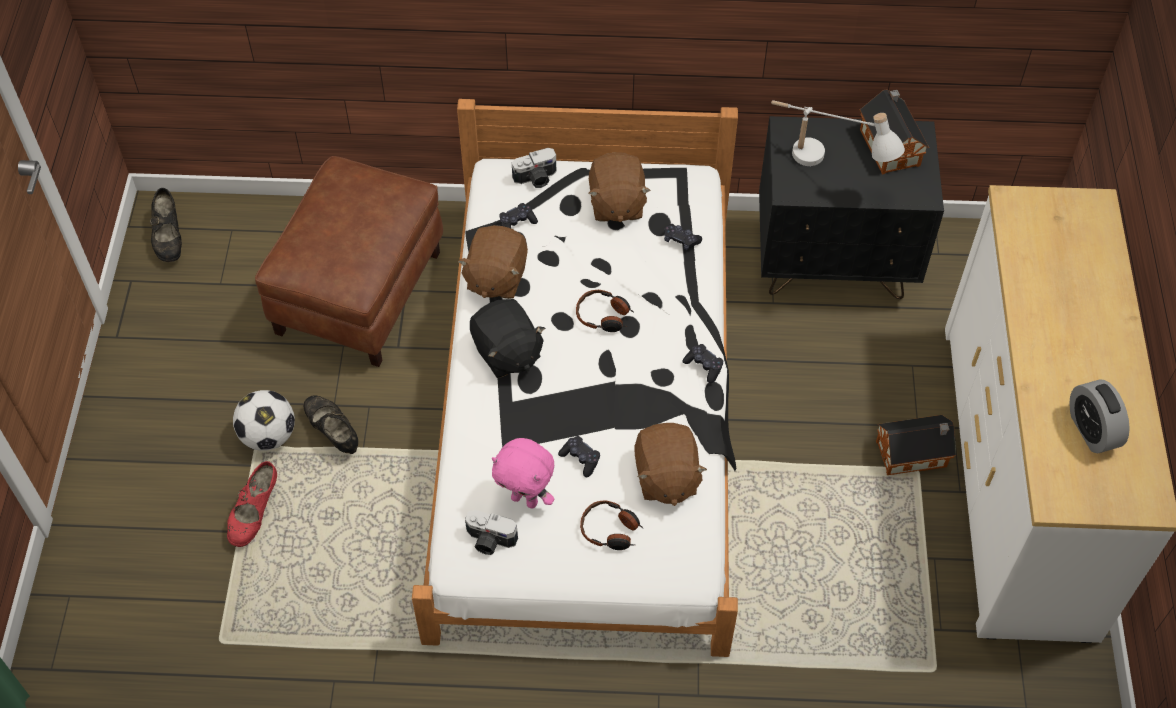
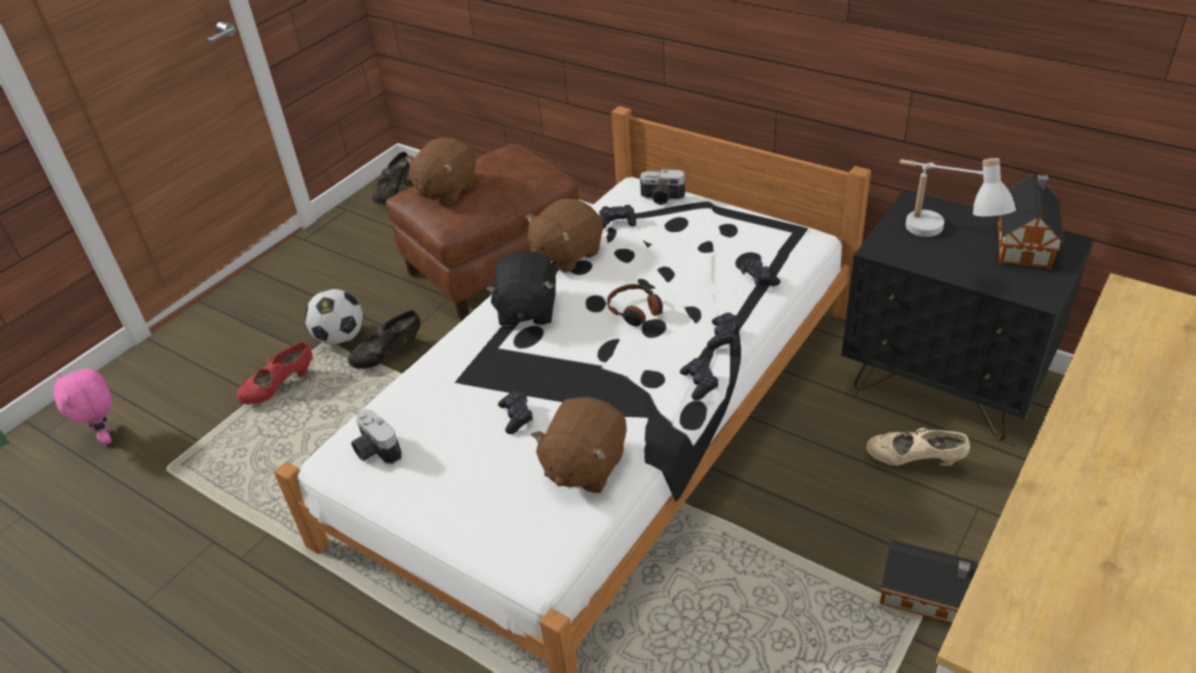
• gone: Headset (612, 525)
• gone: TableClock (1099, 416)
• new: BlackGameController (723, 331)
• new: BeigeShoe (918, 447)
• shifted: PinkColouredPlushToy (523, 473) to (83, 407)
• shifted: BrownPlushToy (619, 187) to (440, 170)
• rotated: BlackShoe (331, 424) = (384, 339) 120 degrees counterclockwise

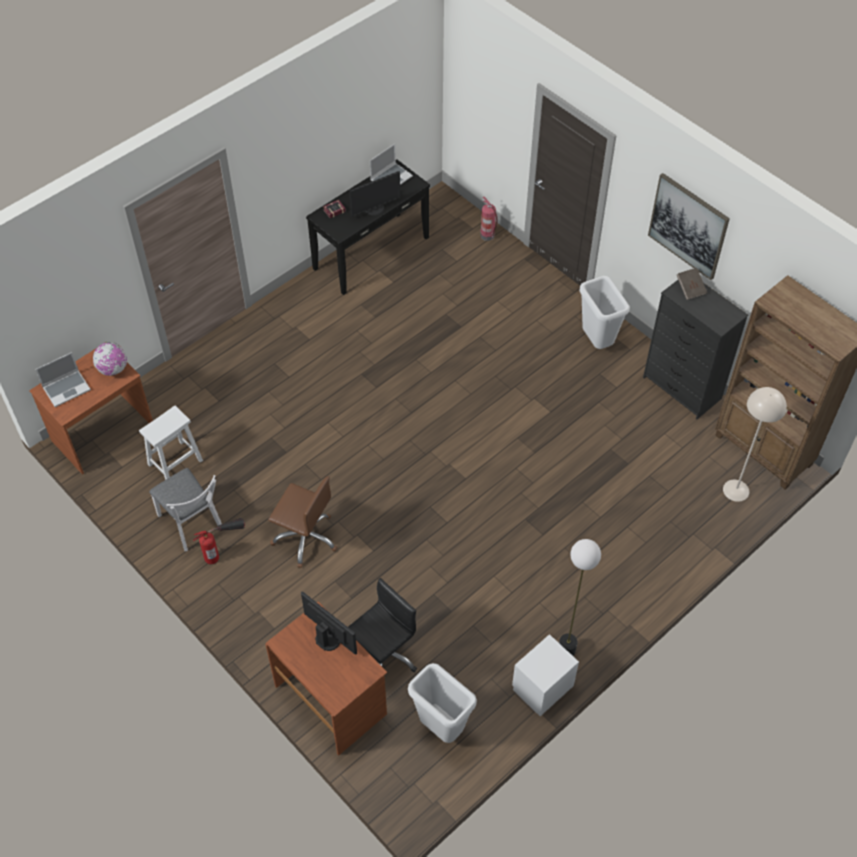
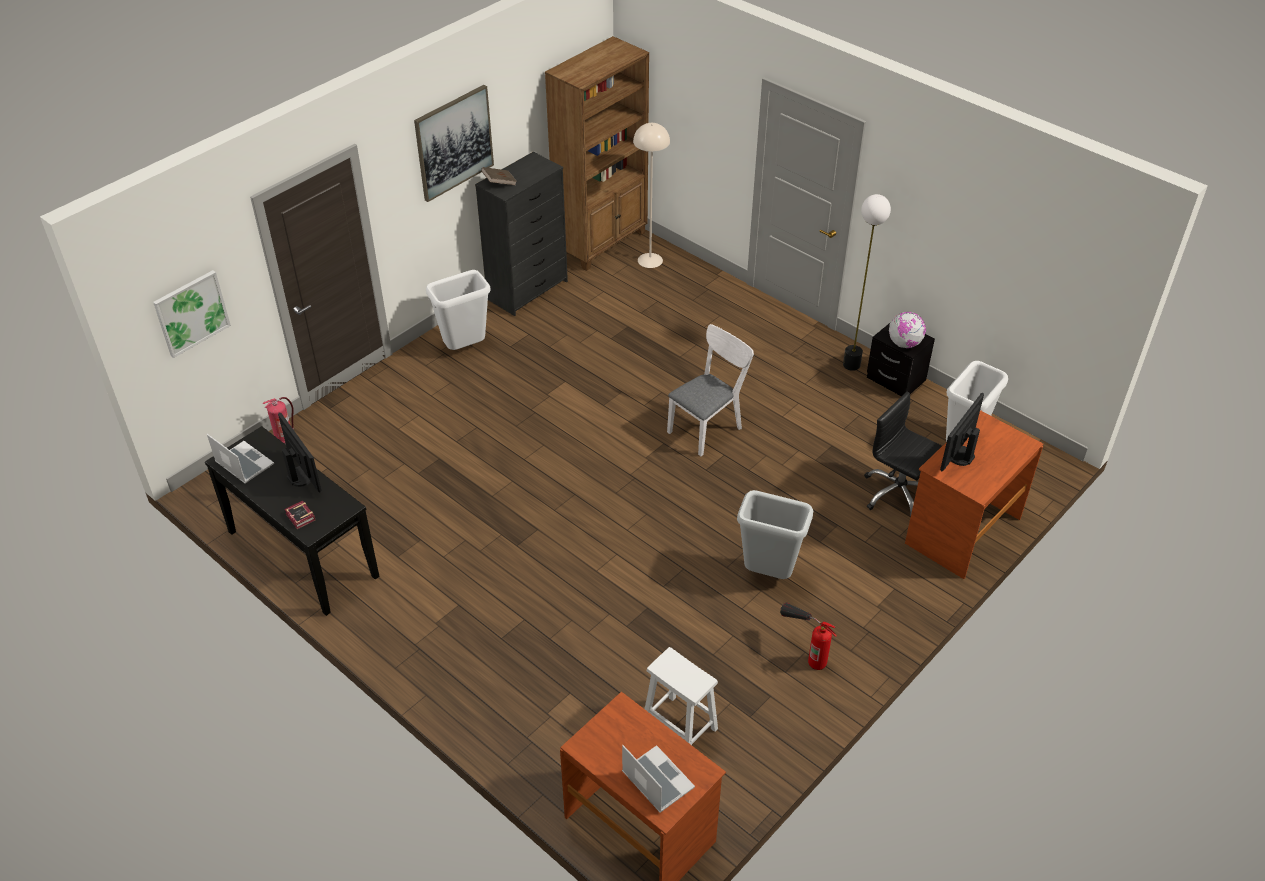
• new: Picture (192, 314)
• shifted: Globe (110, 359) to (907, 330)
• shifted: WhitishUprightChair (185, 509) to (710, 390)
• swapped: BrownOfficeChair (302, 522) to GreyishRubbishBin (775, 534)
• repainted: WhitishBedsideTable (545, 675) to BlackBedsideTable (901, 359)

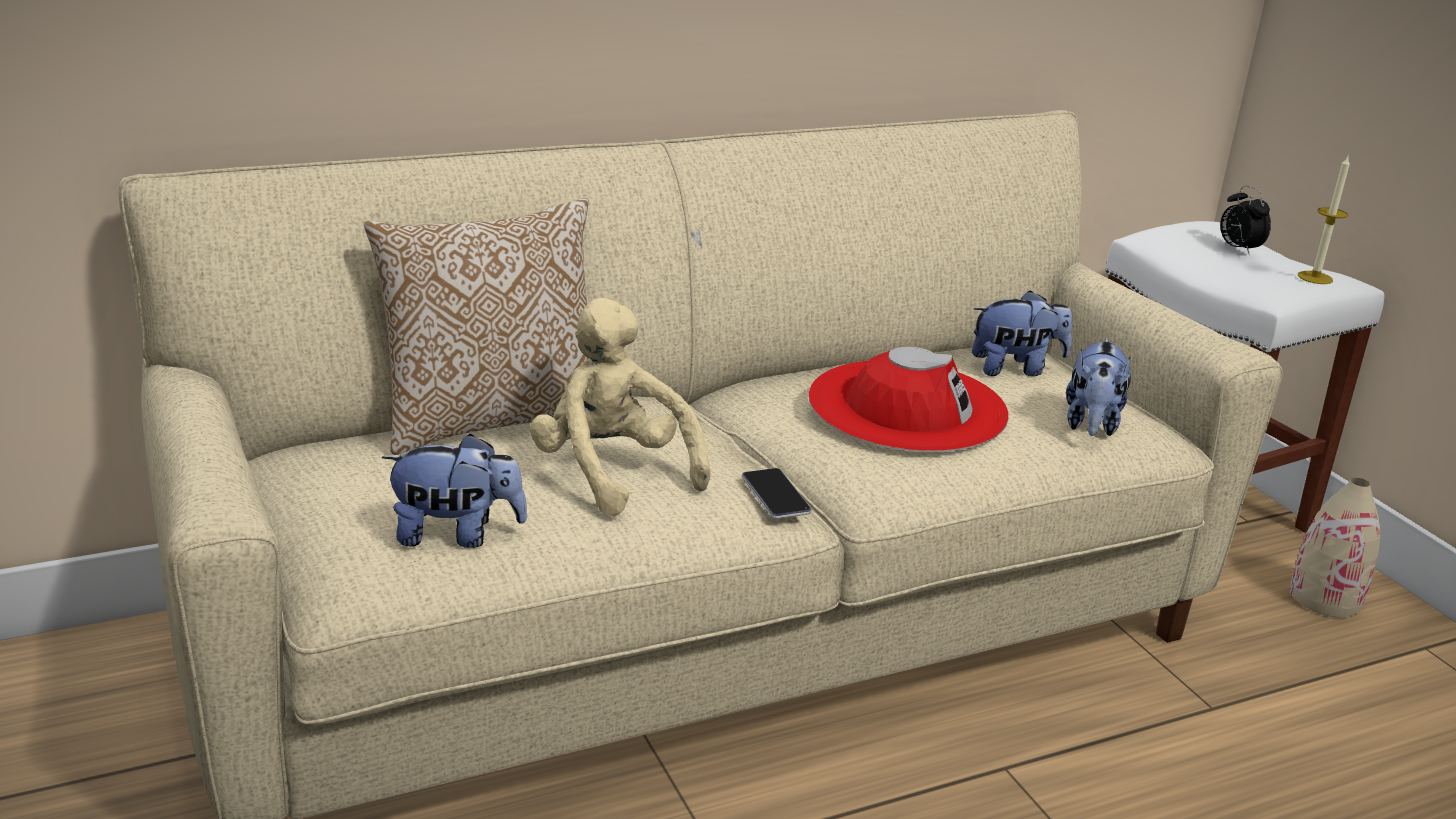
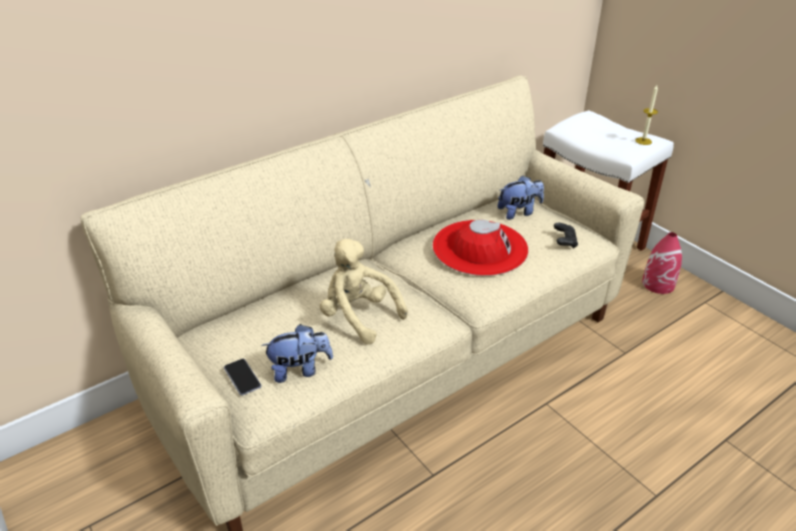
• gone: ThrowPillow (476, 326)
• gone: TableClock (1245, 220)
• shifted: Telephone (777, 493) to (243, 377)
• swapped: PlushToy (1098, 387) to BlackGameController (566, 236)
• repainted: BeigeFlowerVase (1335, 547) to RedFlowerVase (662, 263)

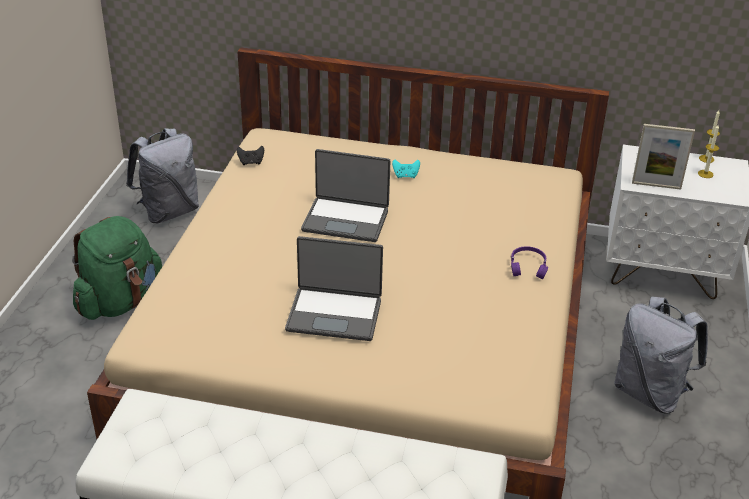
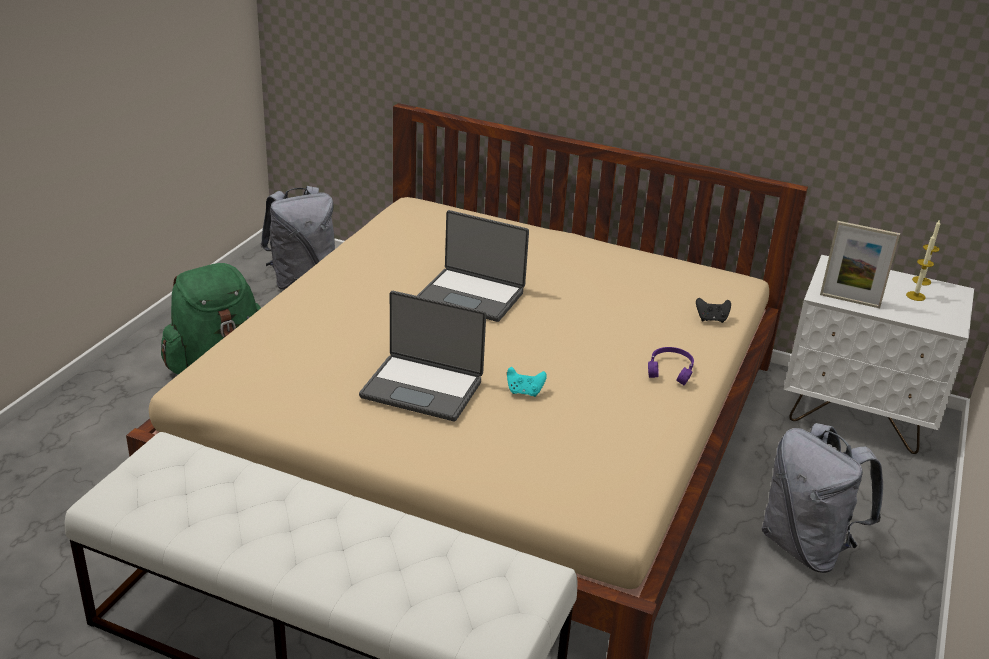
• shifted: BlackGameController (250, 155) to (713, 310)
• shifted: TurquoiseColouredGameController (406, 169) to (527, 382)

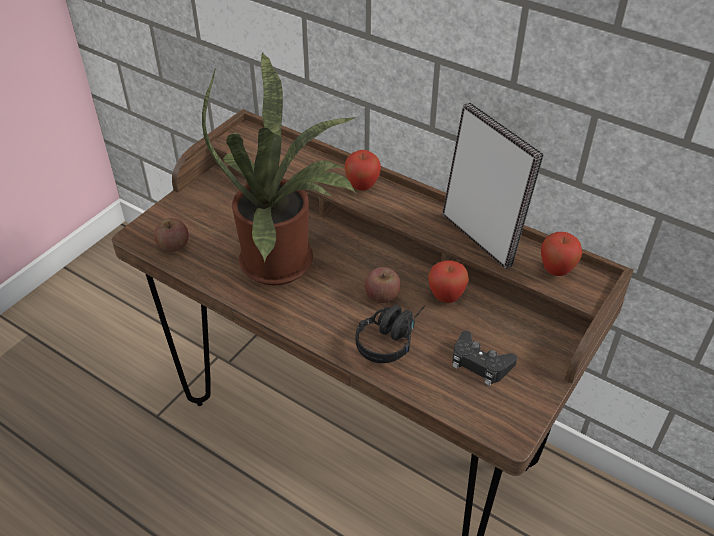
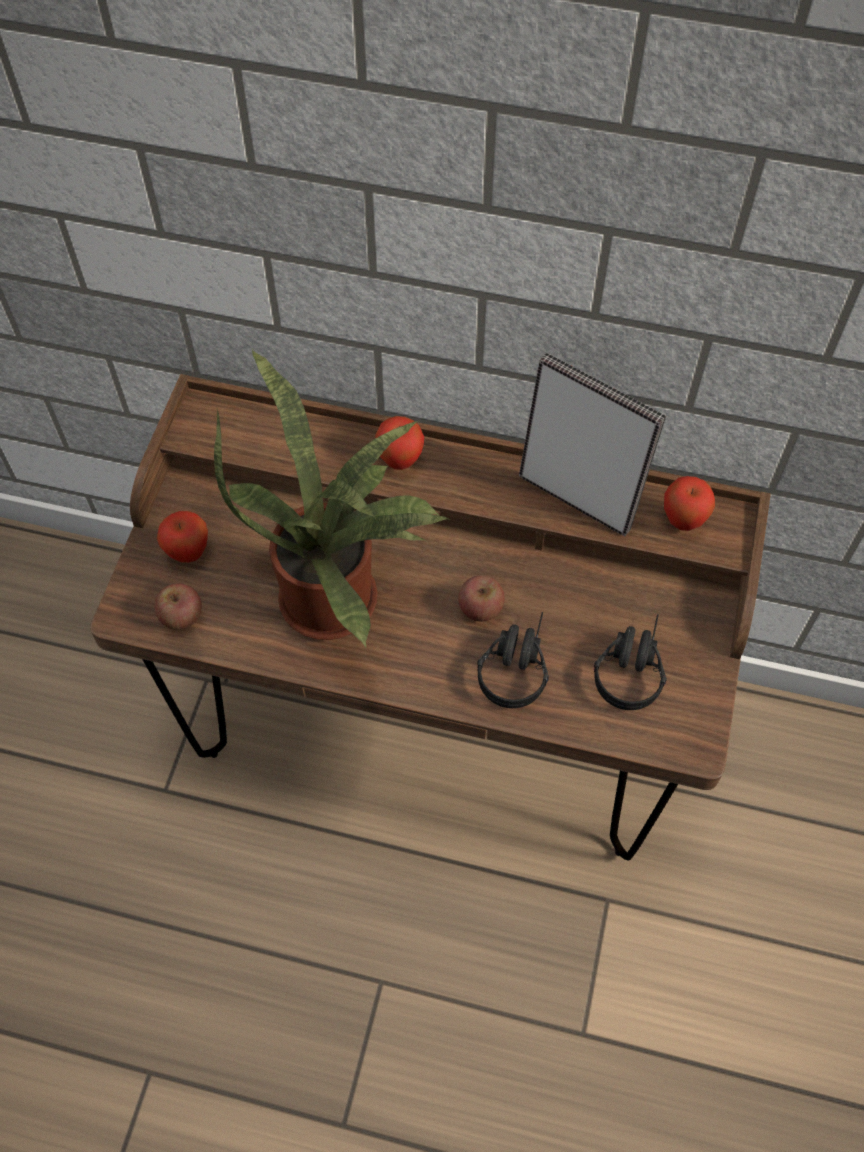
• shifted: Apple (448, 281) to (182, 537)
• swapped: BlackGameController (484, 358) to BlackHeadset (630, 662)

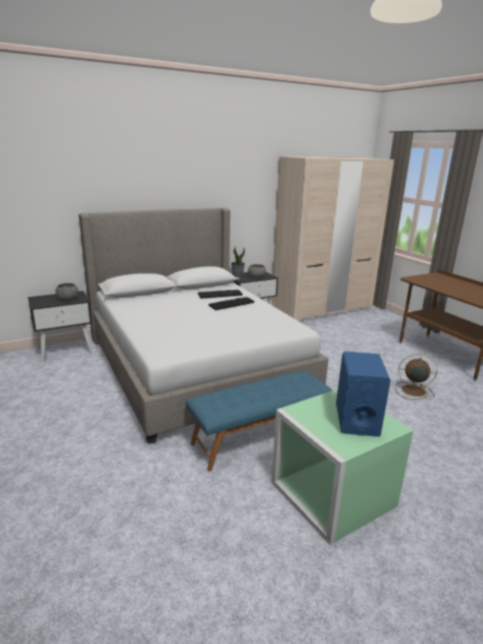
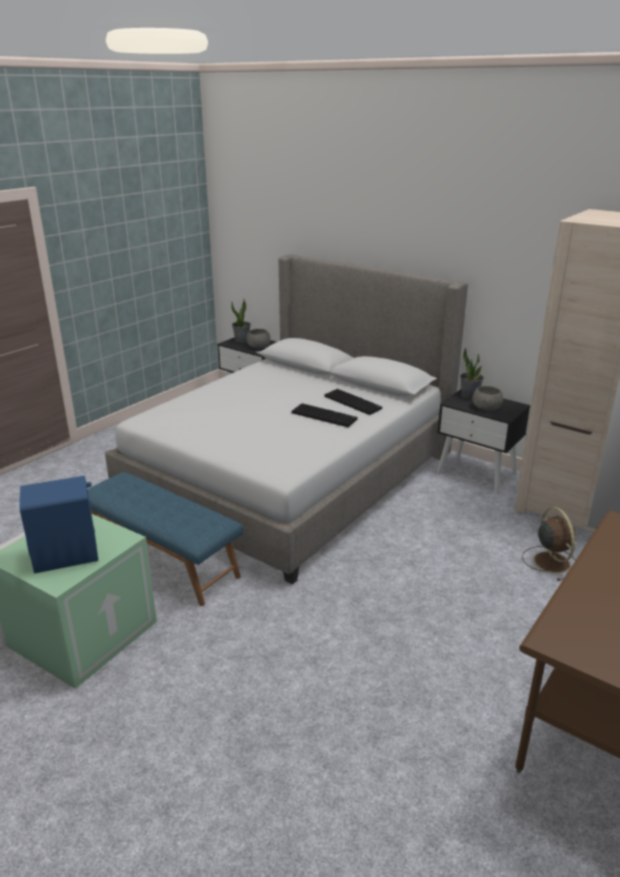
• new: Houseplant (241, 321)
• shifted: BrownFan (416, 377) to (549, 544)

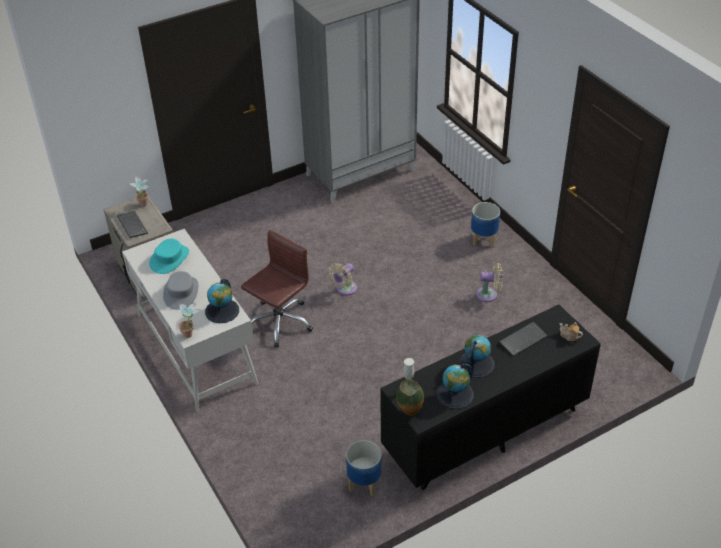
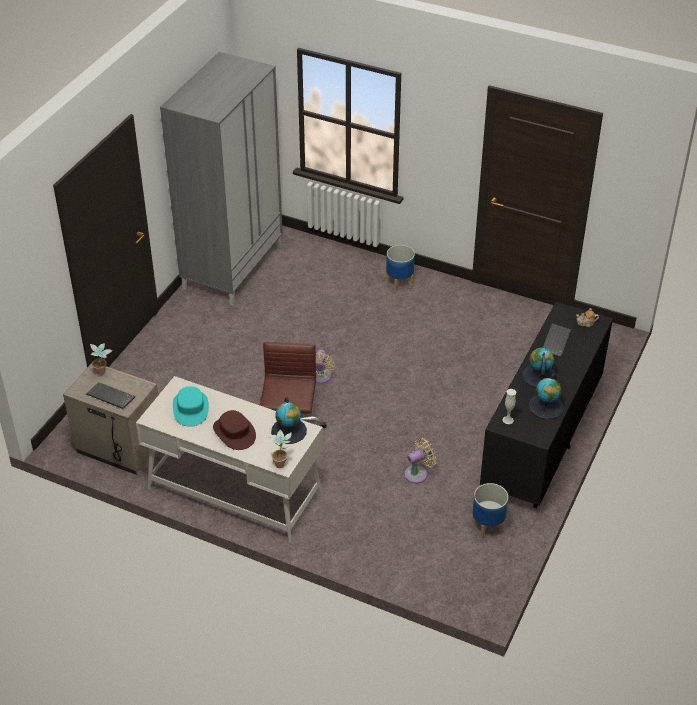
• gone: FlowerVase (410, 398)
• shifted: BeigeFan (489, 282) to (420, 461)
• repainted: GreyishWearableHat (180, 290) to BrownWearableHat (234, 430)

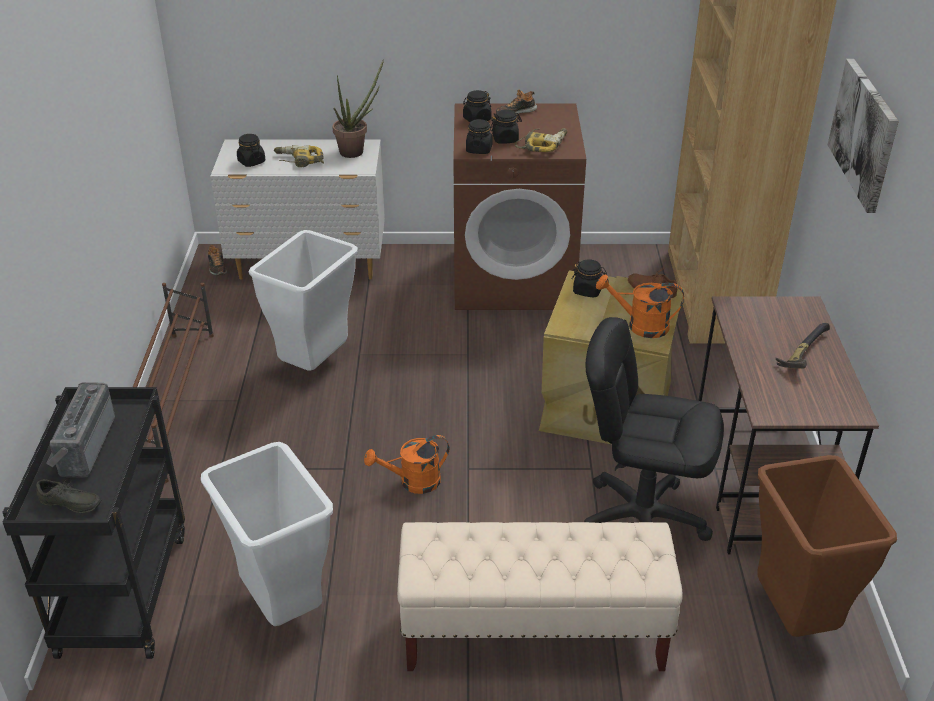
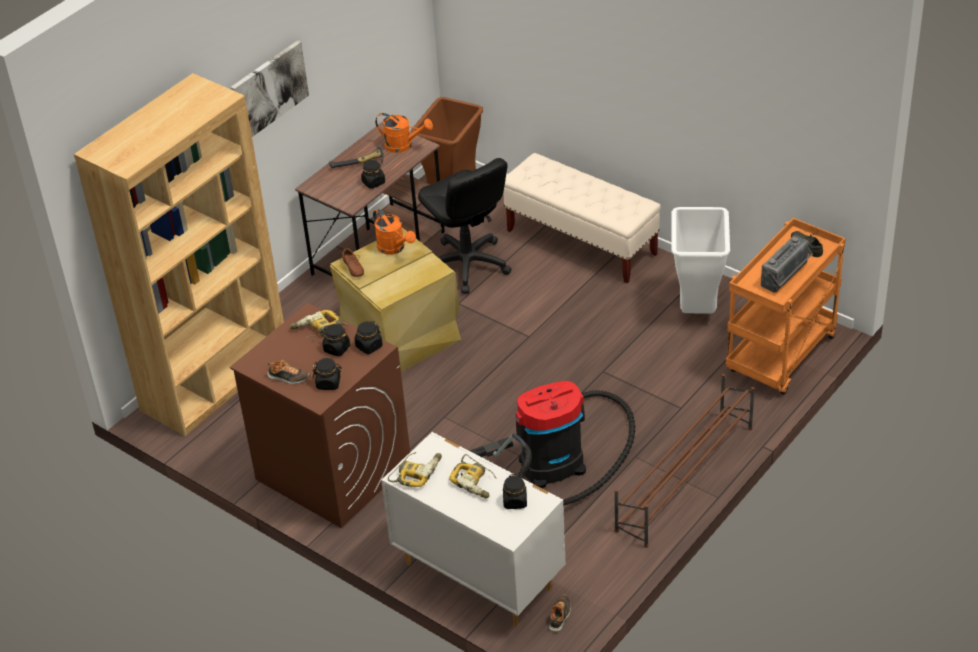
• shifted: OrangeColouredSprinklingCan (406, 464) to (404, 133)
• shifted: BlackPreserveJar (589, 279) to (373, 174)
• swapped: WhitishRubbishBin (303, 300) to VacuumCleaner (552, 443)
• swapped: Houseplant (358, 109) to PowerDrill (415, 469)
• repainted: BlackCart (93, 523) to OrangeColouredCart (785, 306)

